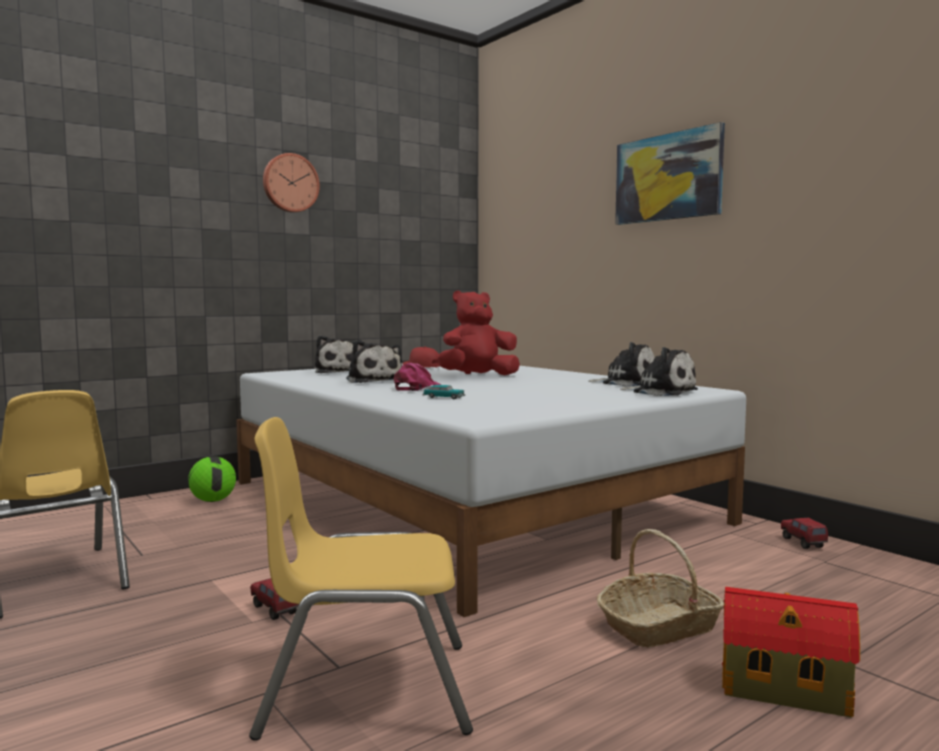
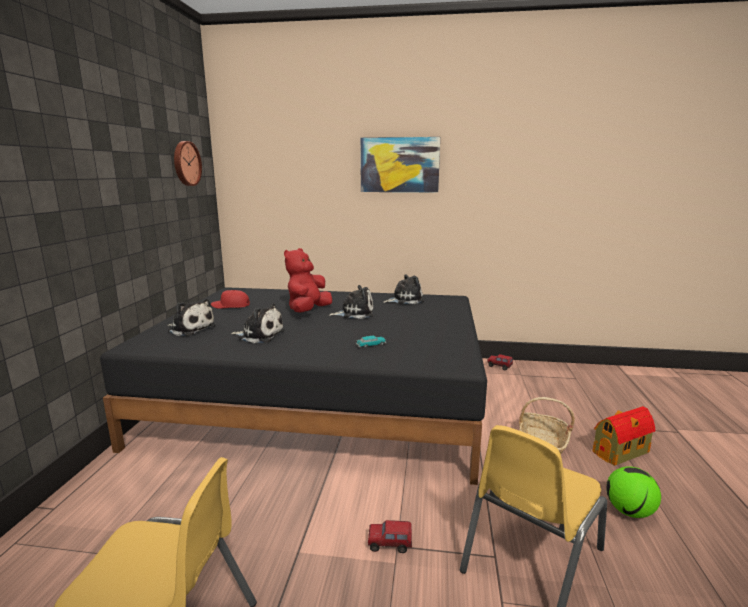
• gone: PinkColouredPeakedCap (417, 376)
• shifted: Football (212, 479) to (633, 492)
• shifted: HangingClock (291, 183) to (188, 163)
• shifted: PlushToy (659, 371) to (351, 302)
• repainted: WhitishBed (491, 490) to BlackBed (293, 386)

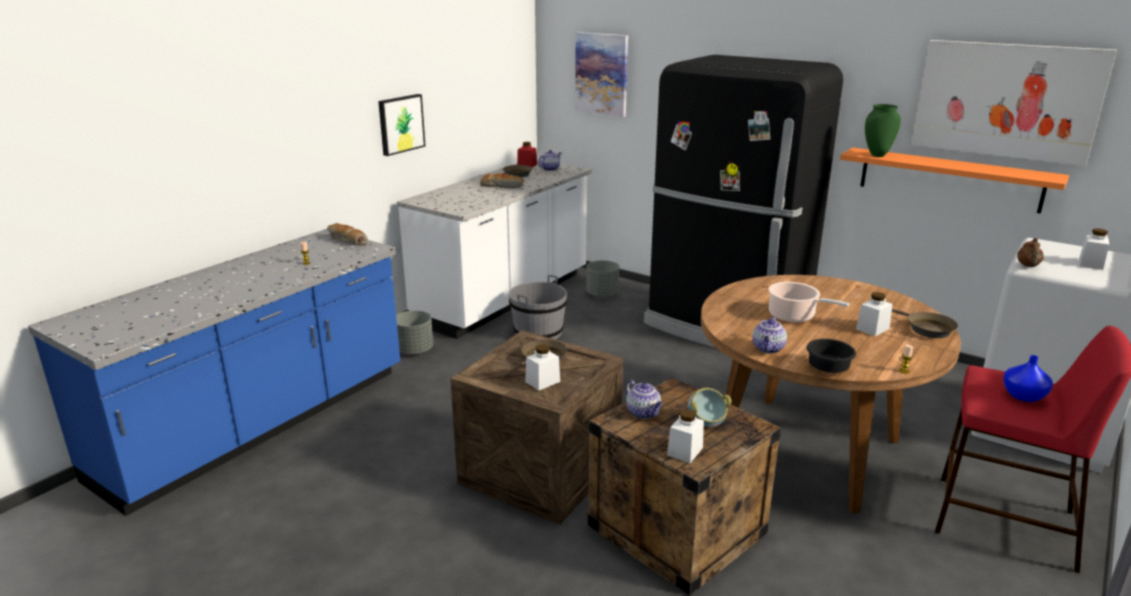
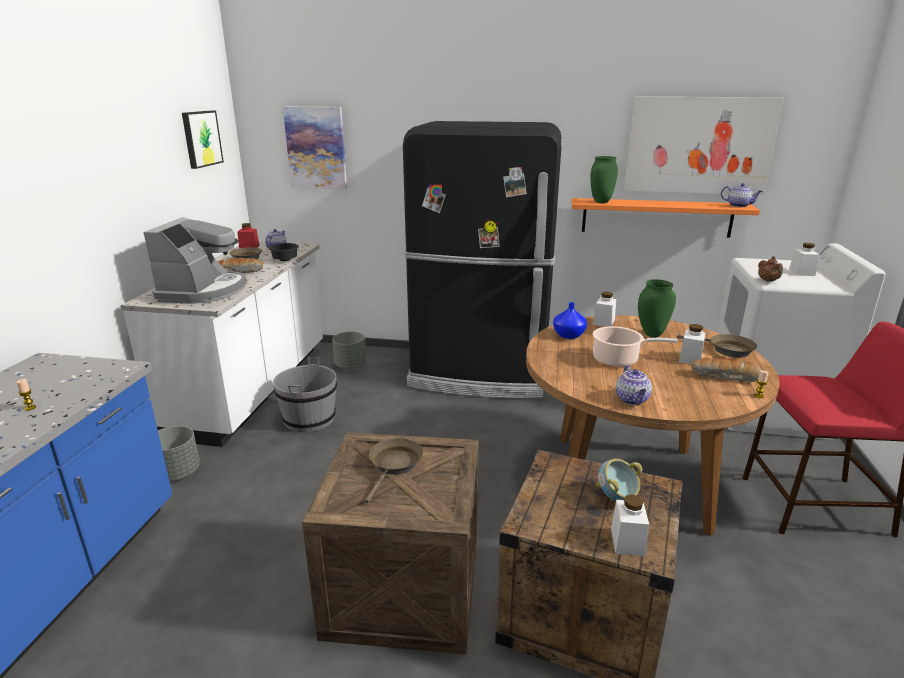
• new: CoffeeMaker (195, 260)
• new: GreenColouredFlowerVase (657, 308)
• shifted: Bread (347, 234) to (726, 370)
• shifted: Picture (401, 125) to (203, 139)
• shifted: WhitishPreserveJar (542, 367) to (604, 309)
• shifted: TeaPot (644, 399) to (742, 195)
• shifted: BlackBowl (831, 356) to (284, 252)
• shifted: BluishFlowerVase (1028, 378) to (570, 320)

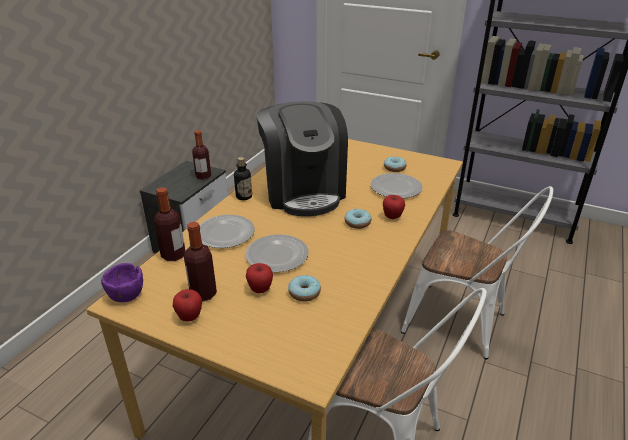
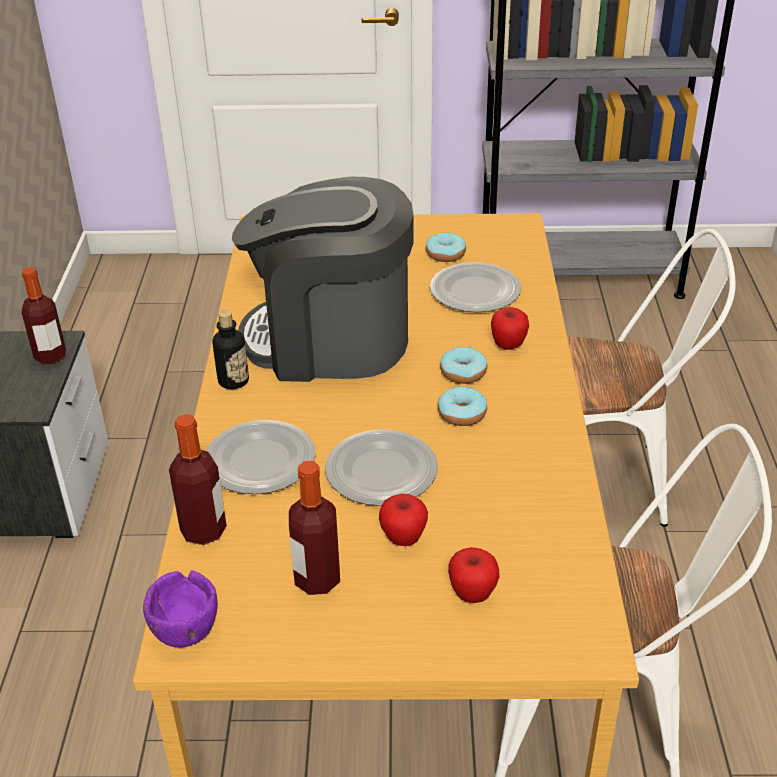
• shifted: Apple (187, 305) to (473, 575)
• shifted: RingDoughnut (304, 288) to (462, 406)
• rotated: CoffeeMaker (302, 158) = (323, 279) 135 degrees clockwise

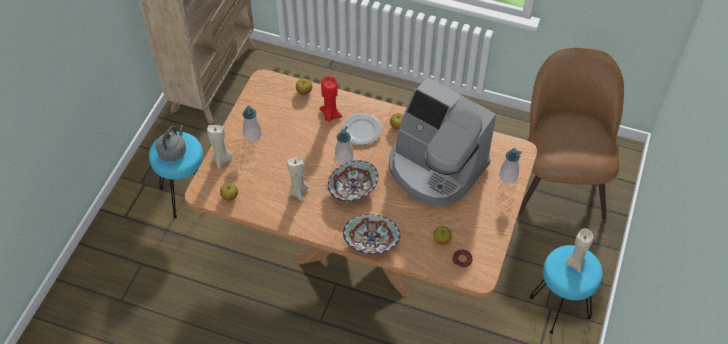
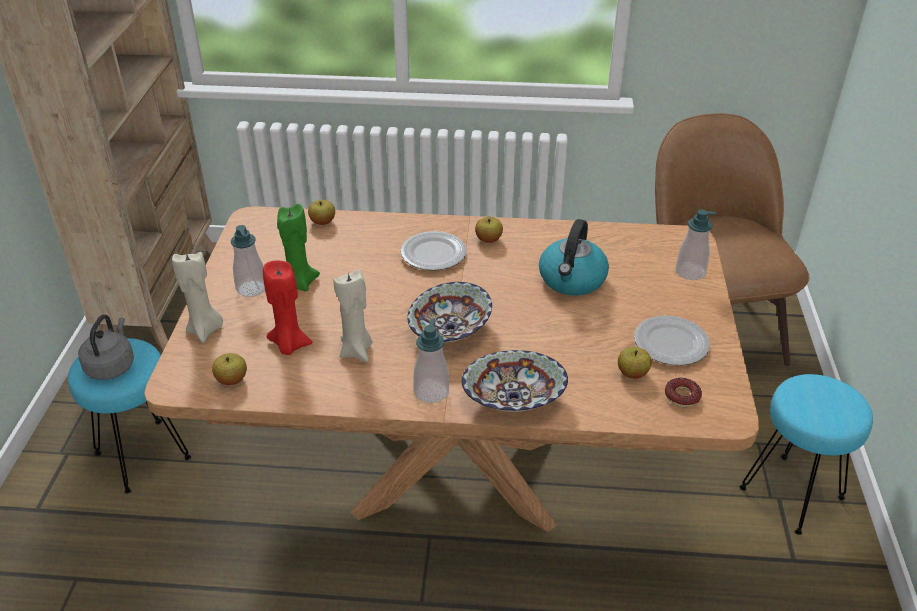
• gone: BeigeWaxLight (580, 251)
• new: GreenColouredWaxLight (298, 248)
• new: Plate (672, 340)
• shifted: RedWaxLight (330, 99) to (288, 308)
• shifted: SoapBottle (344, 145) to (431, 361)
• swapped: CoffeeMaker (442, 141) to WaterKettle (574, 257)

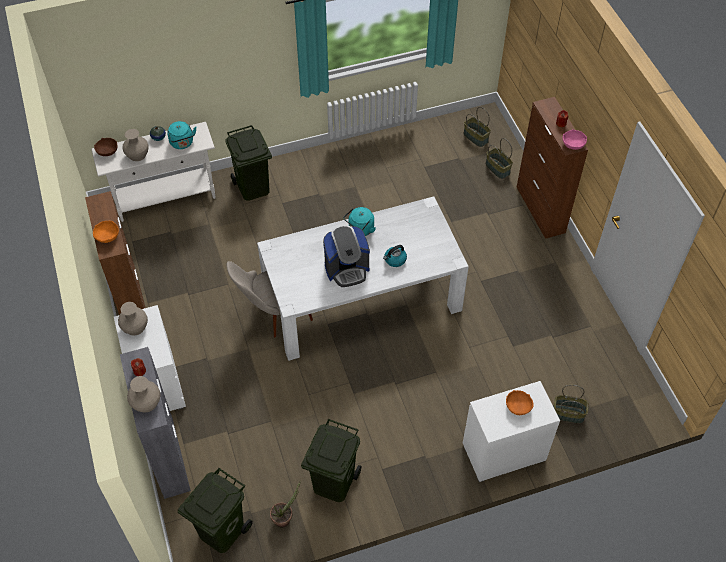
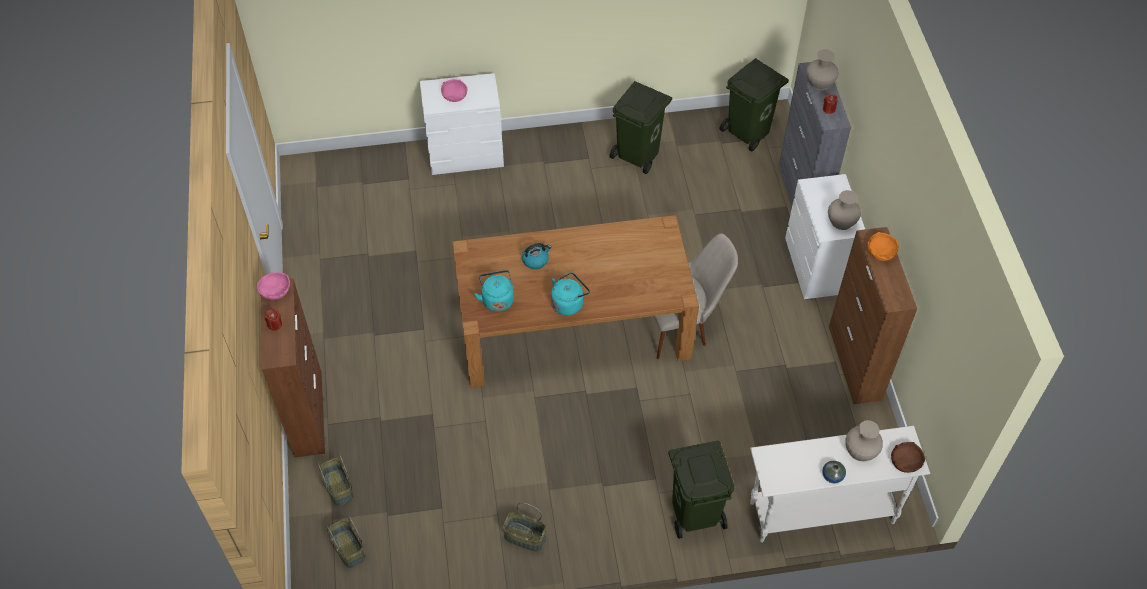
• gone: Houseplant (285, 504)
• gone: CoffeeMaker (346, 256)
• shifted: TurquoiseColouredWaterKettle (182, 135) to (494, 291)
• shifted: HouseholdBasket (571, 404) to (524, 527)
• repainted: WhitishDinnerTable (363, 278) to BrownDinnerTable (575, 301)
• repainted: OrangeColouredBowl (519, 402) to PinkColouredBowl (454, 90)

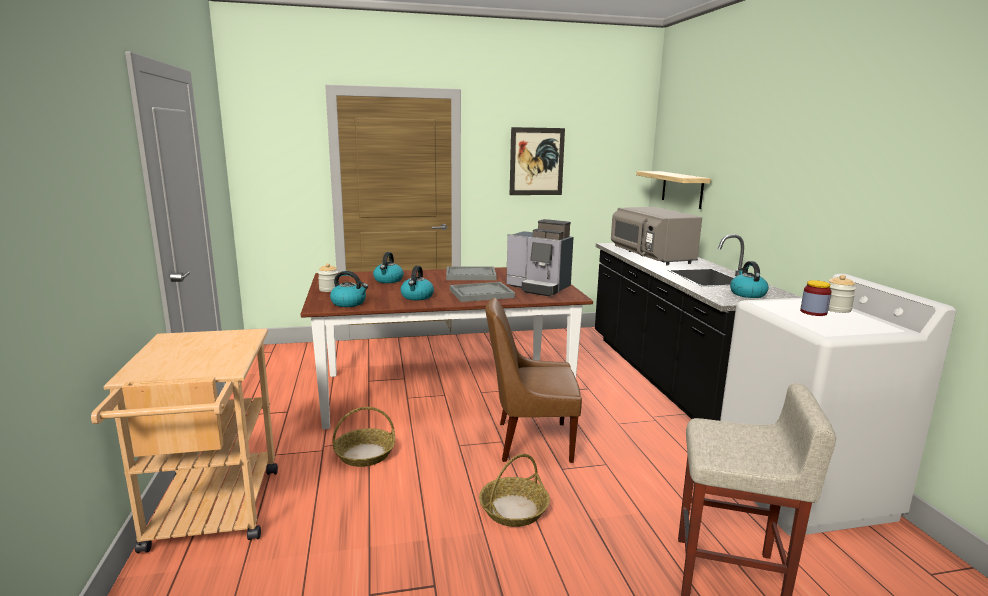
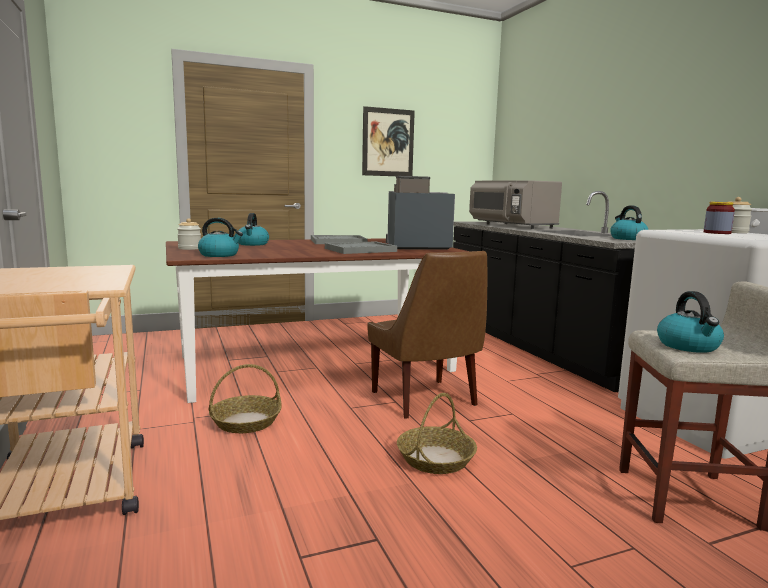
• gone: WallShelf (673, 190)
• shifted: WaterKettle (417, 283) to (690, 322)
• rotated: BrownUprightChair (533, 380) = (427, 335) 105 degrees counterclockwise
• rotated: CoffeeMaker (539, 257) = (420, 213) 150 degrees clockwise

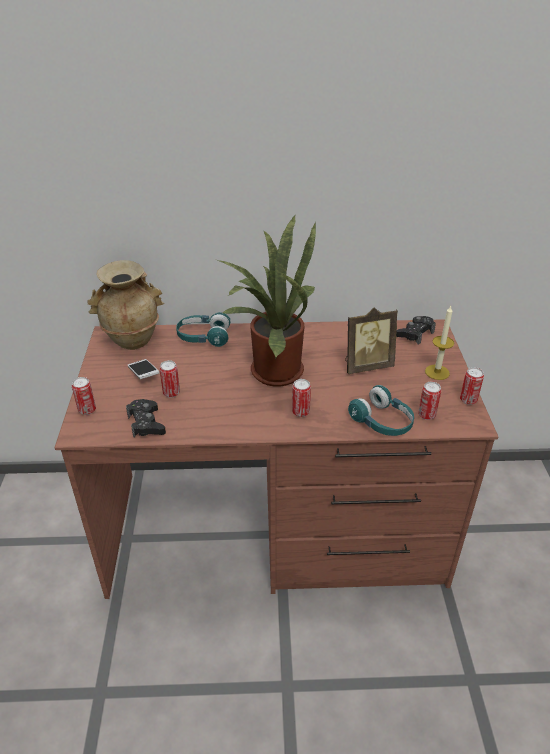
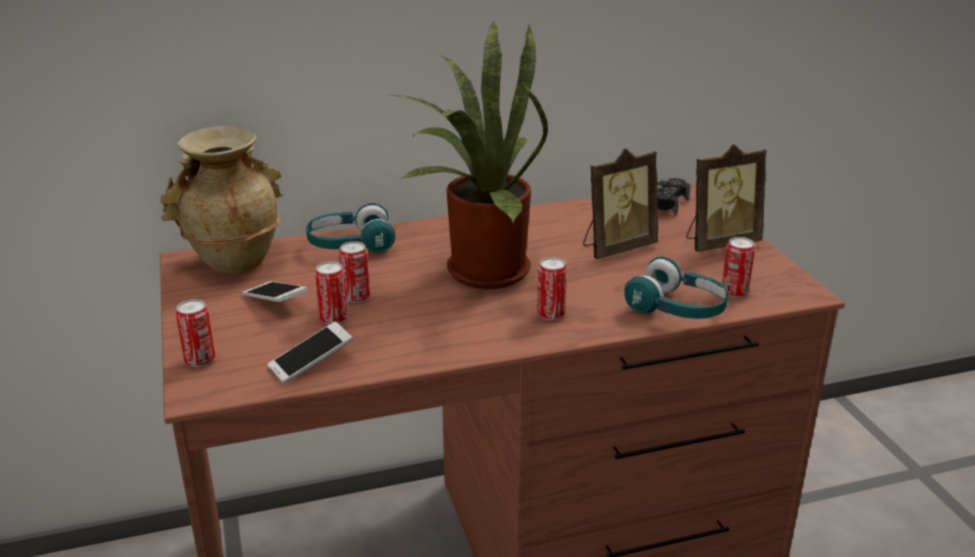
• shifted: MetalCan (472, 386) to (354, 272)
• swapped: BlackGameController (146, 418) to Telephone (310, 352)
• swapped: WaxLight (439, 343) to StandingFrame (726, 198)

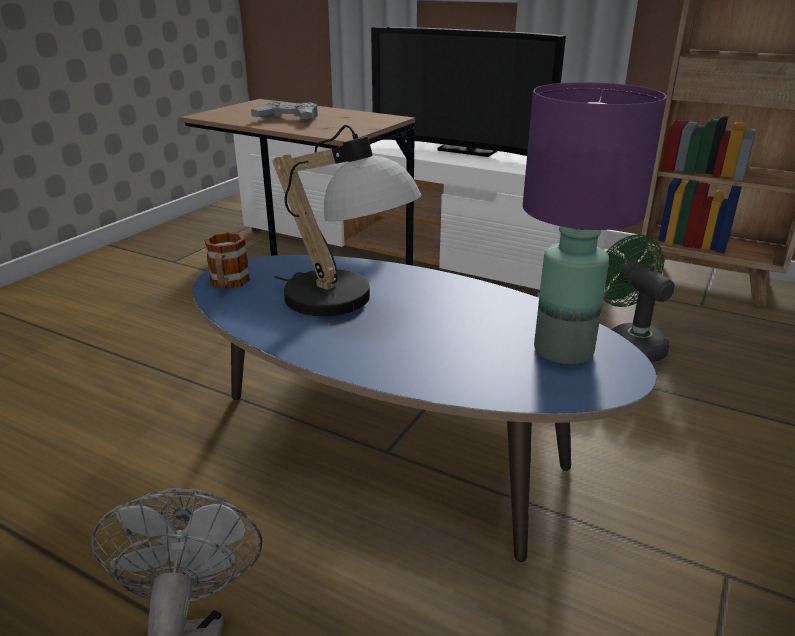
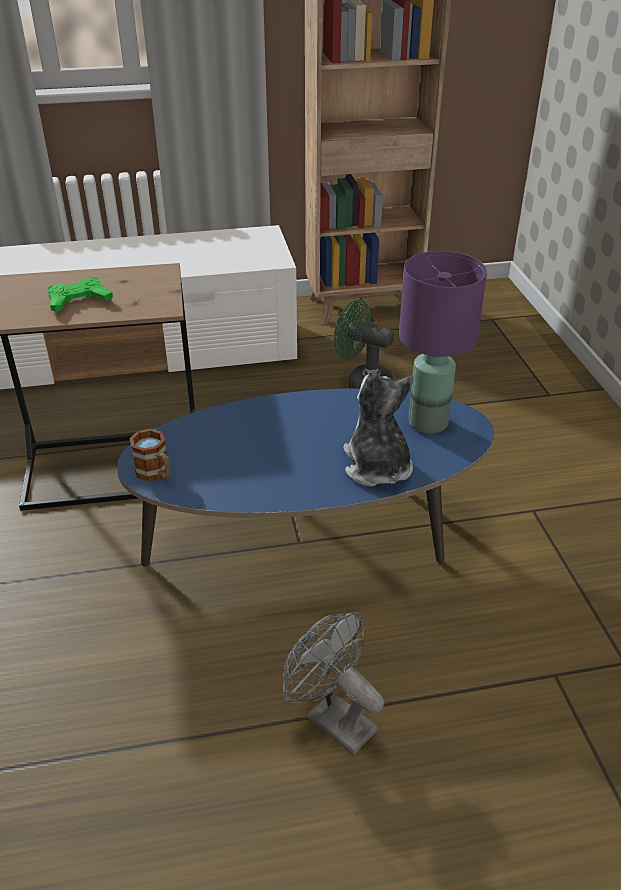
• gone: TableLamp (347, 220)
• gone: Tv (468, 92)
• new: PlushToy (378, 428)
• repainted: GreyishGameController (284, 110) to GreenColouredGameController (80, 294)

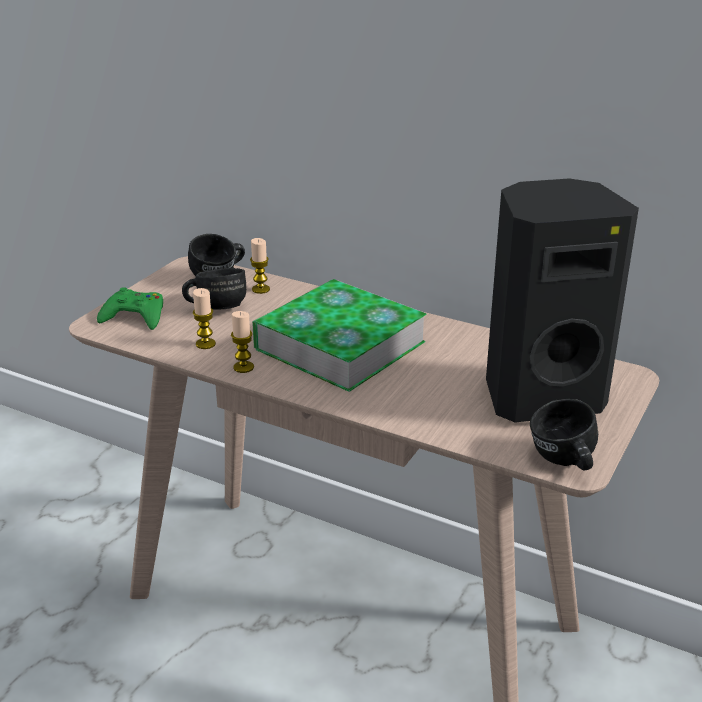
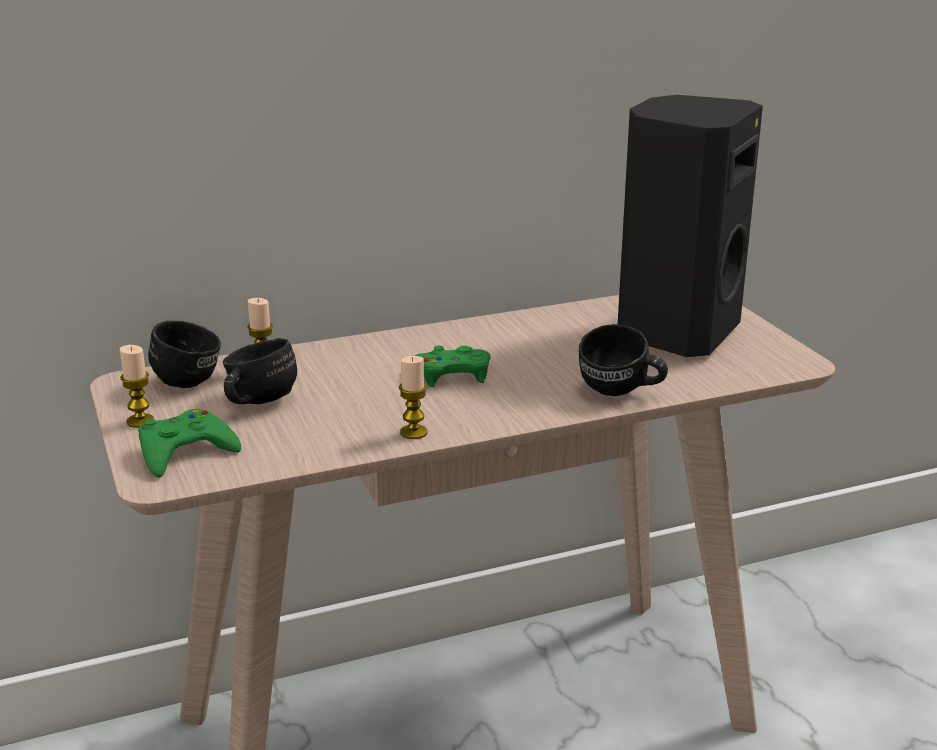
• shifted: WaxLight (204, 318) to (137, 386)
• shifted: BlackMug (564, 434) to (623, 360)
• swapped: Volume (339, 335) to GreenColouredGameController (453, 366)

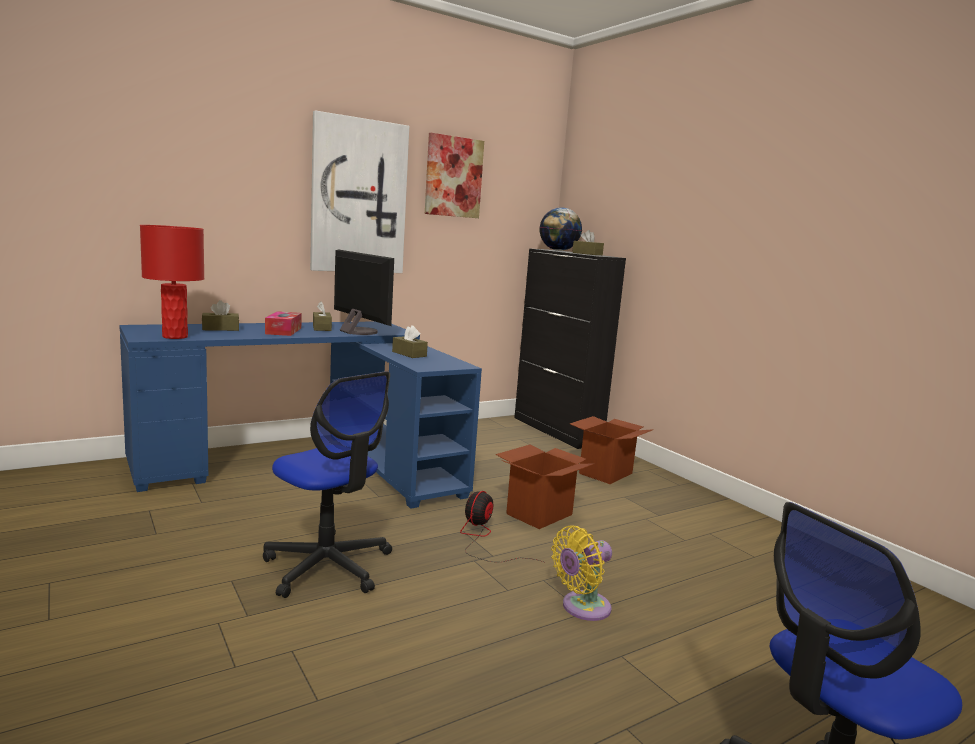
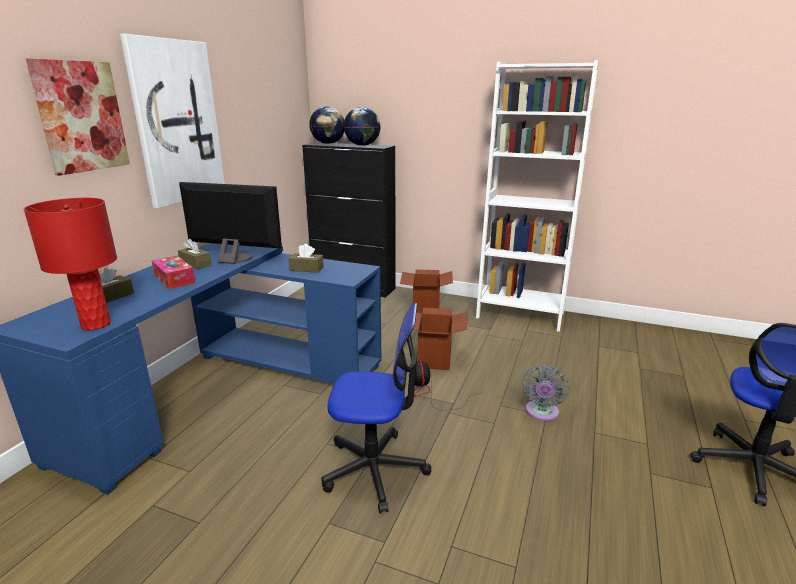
• new: WhitishBookcase (537, 196)
• shifted: Picture (454, 175) to (78, 117)
• swapped: BrownTissueBox (588, 242) to Globe (362, 126)
• repainted: YellowishFan (581, 573) to GreyishFan (546, 393)

